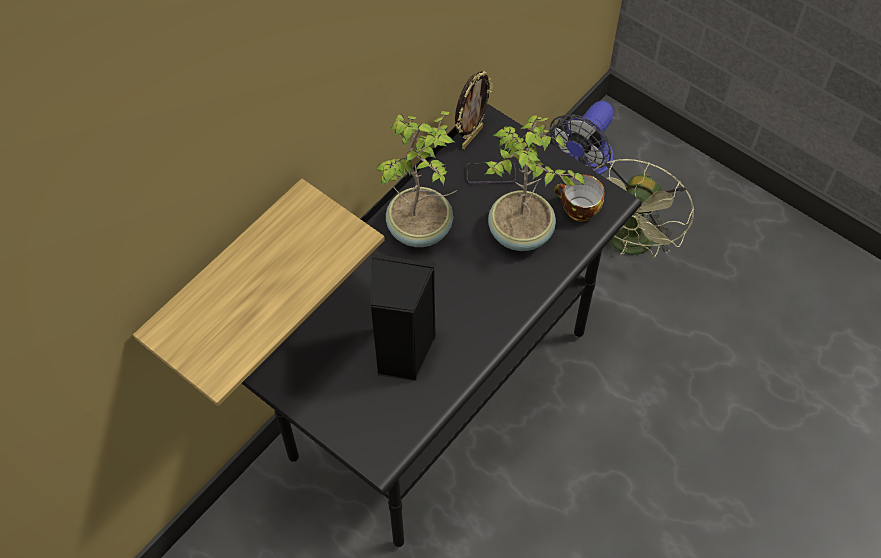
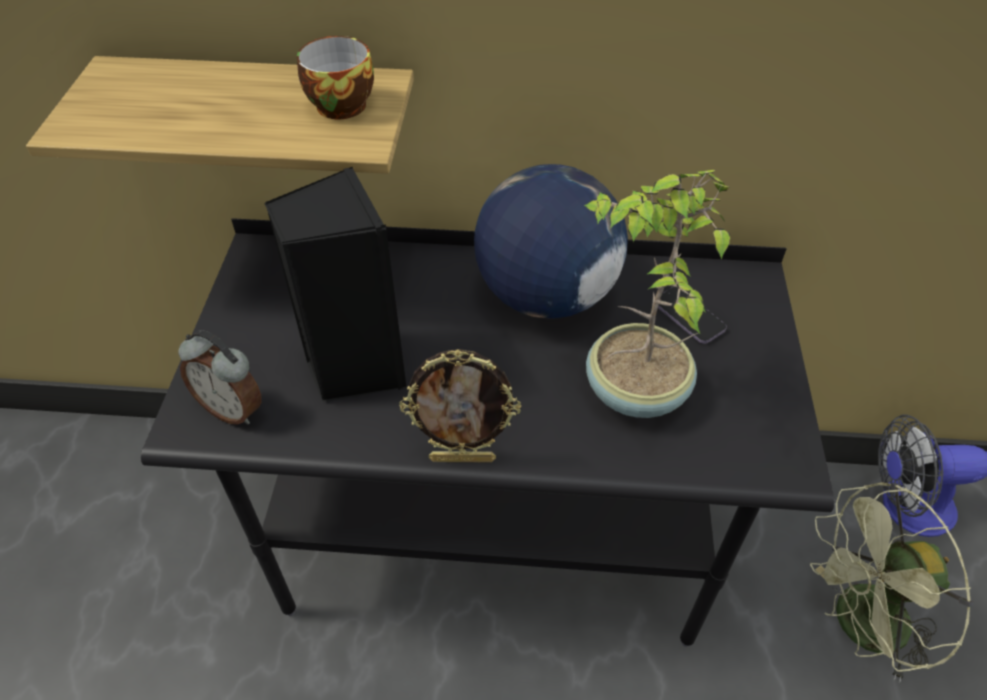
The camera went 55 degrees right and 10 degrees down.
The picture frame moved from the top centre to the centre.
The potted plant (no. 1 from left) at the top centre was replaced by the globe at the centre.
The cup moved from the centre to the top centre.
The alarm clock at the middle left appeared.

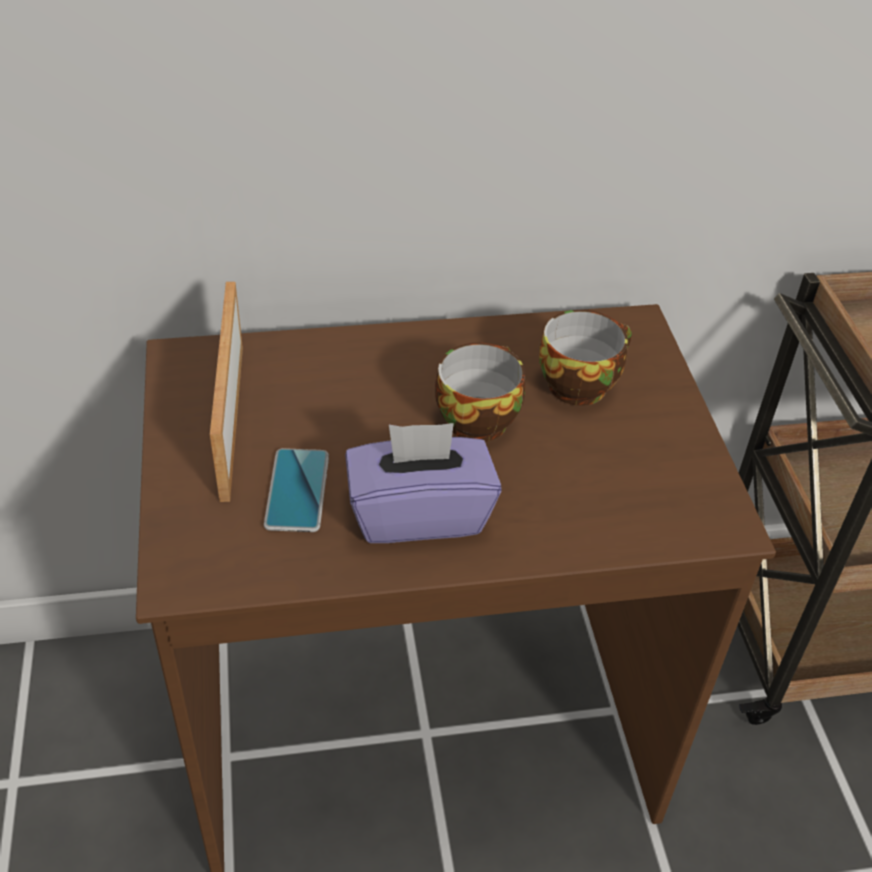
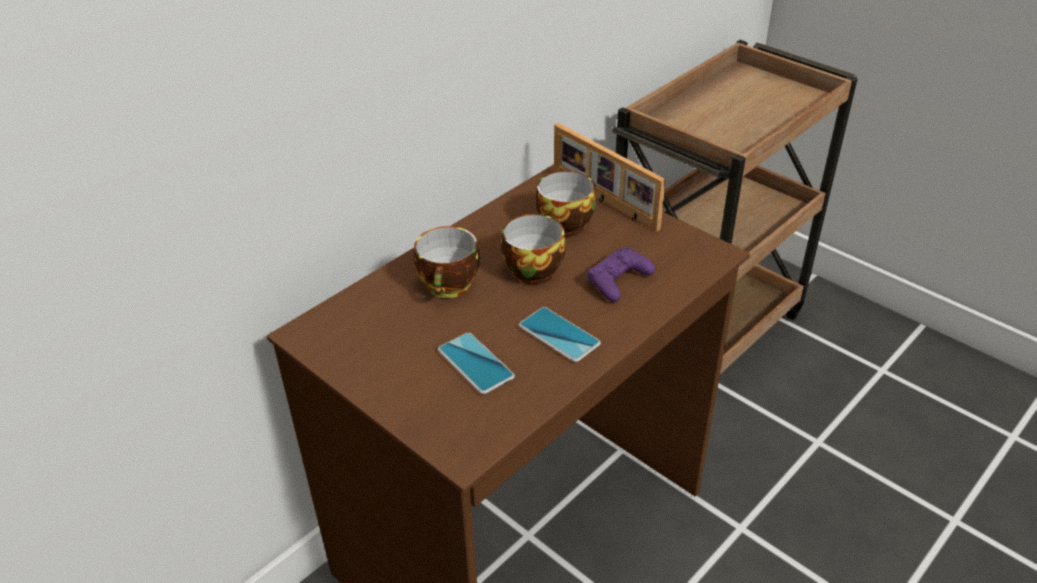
The camera went 35 degrees left and 5 degrees down.
The picture frame moved from the middle left to the top centre.
The purple tissue box at the centre was replaced by the phone (no. 2 from left) at the centre.
The cup (no. 1 from left) at the centre appeared.
The purple game controller at the centre appeared.

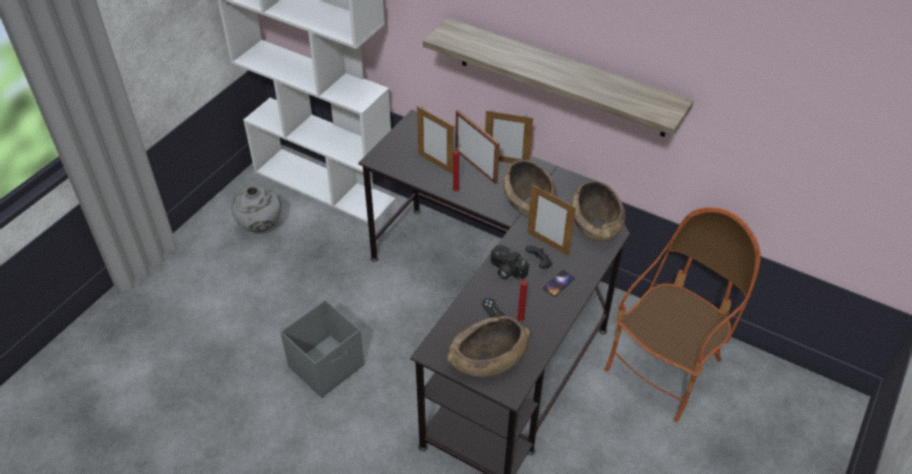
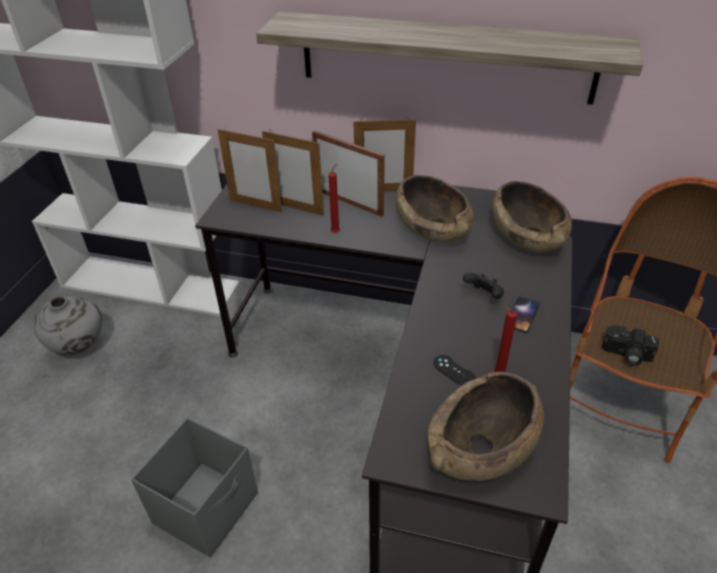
The camera went 15 degrees left and 5 degrees down.
The picture frame (no. 4 from left in the first image) moved from the centre to the top centre.
The photo camera moved from the centre to the middle right.

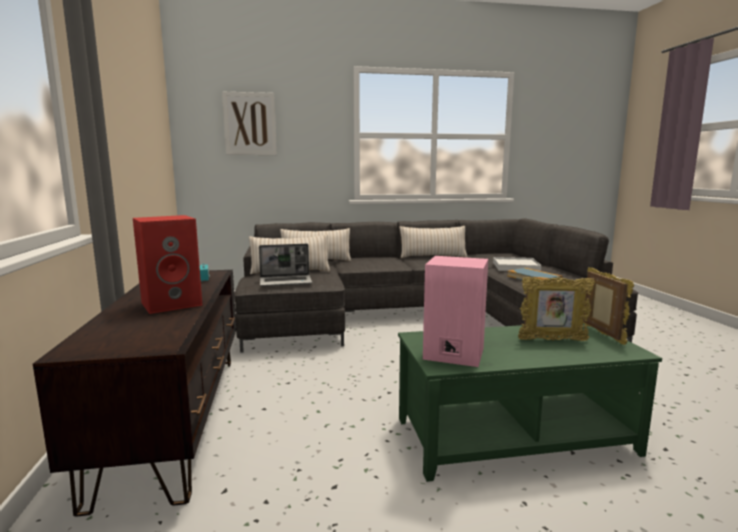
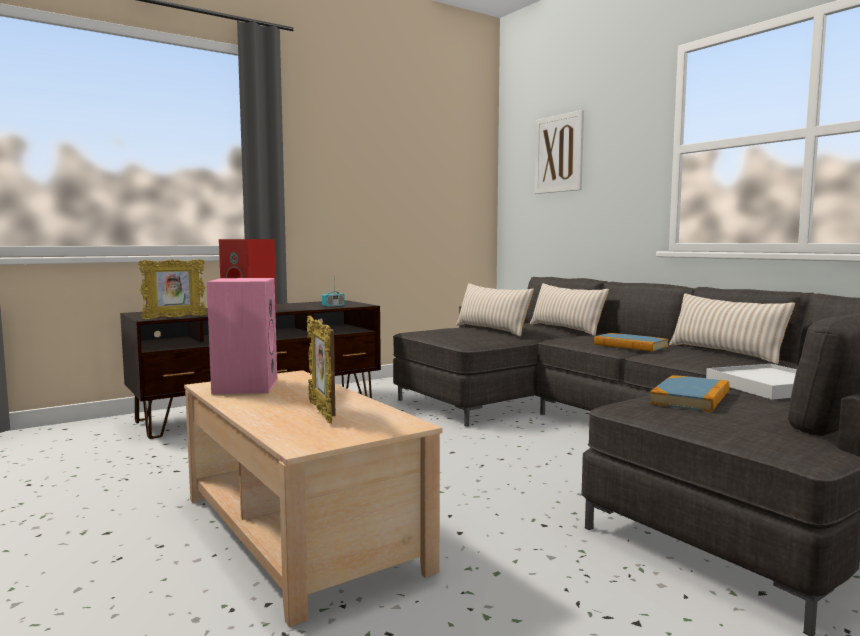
The camera went 65 degrees right and 5 degrees down.
The laptop at the centre disappeared.
The picture frame (no. 2 from left in the first image) moved from the middle right to the middle left.
The green coffee table at the bottom right became the beige coffee table at the bottom centre.
The book (no. 1 from left) at the middle right appeared.

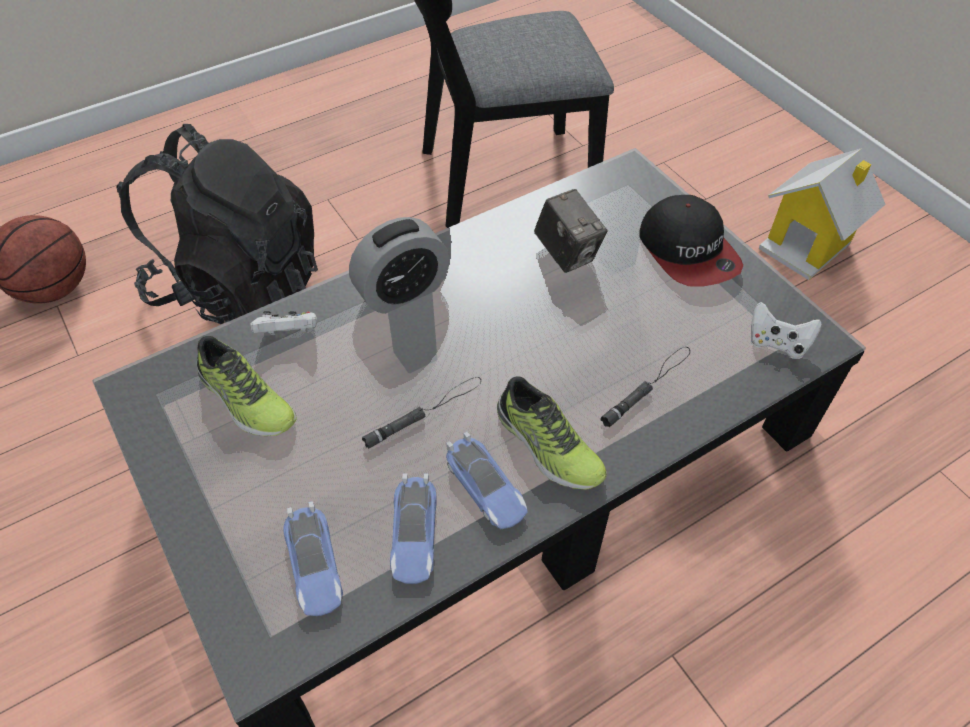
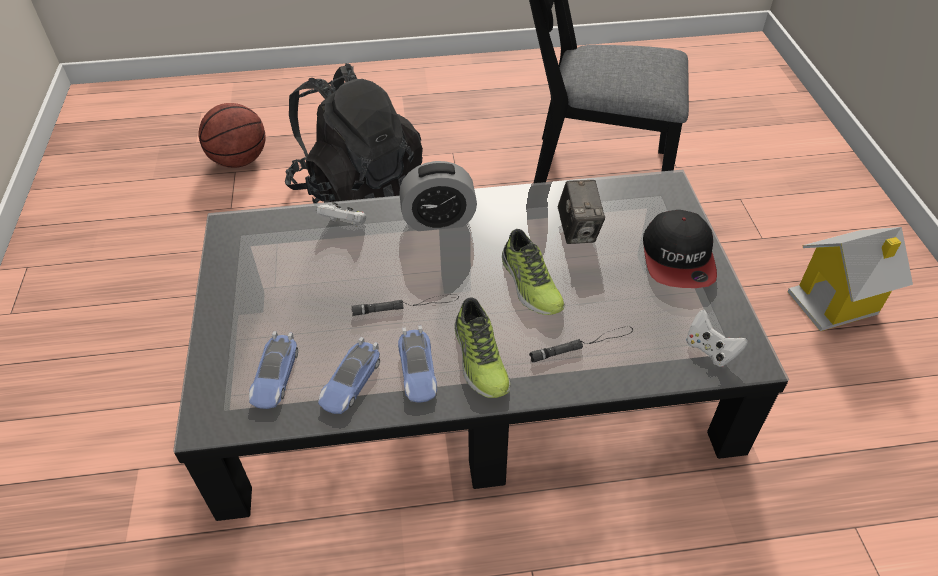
The camera went 25 degrees right and 5 degrees down.
The shoe (no. 1 from left in the first image) moved from the middle left to the centre.

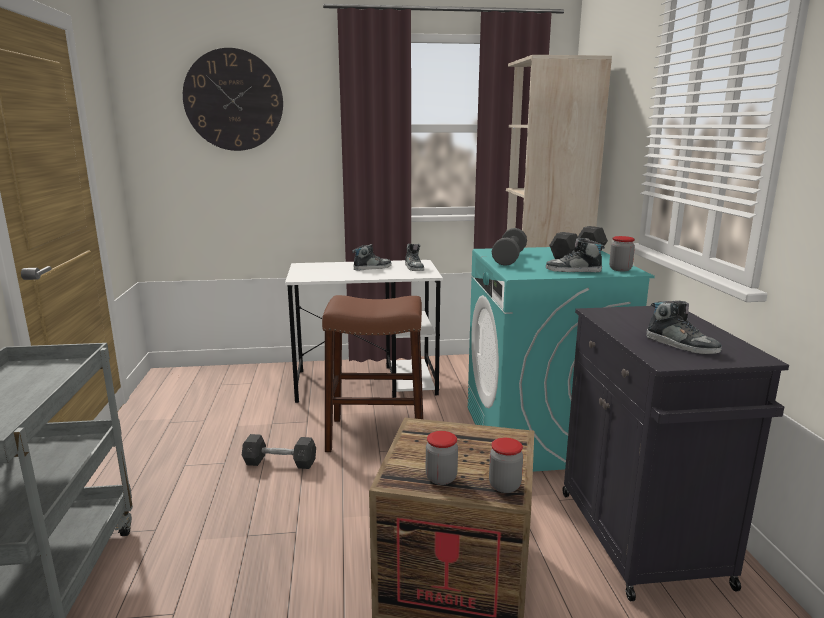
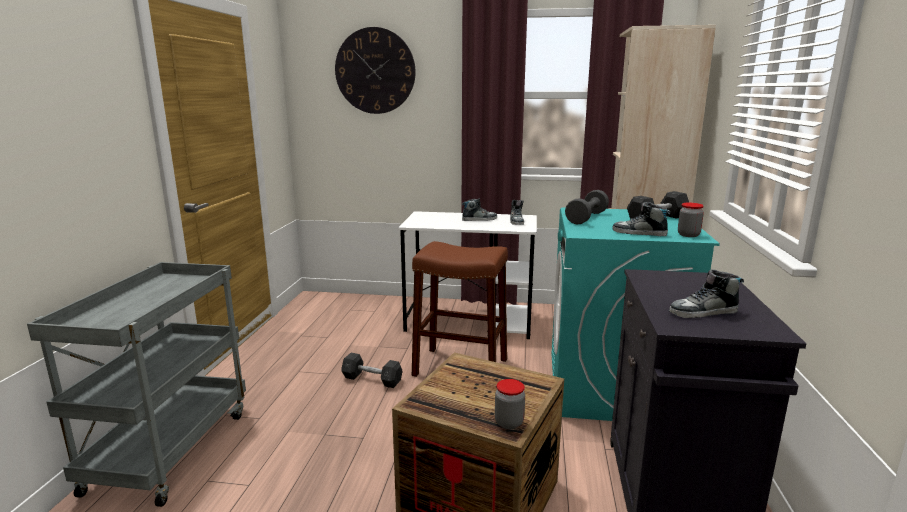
The camera went 15 degrees right and 0 degrees up.
The shoe (no. 4 from left) at the middle right turned 105 degrees clockwise.
The jar (no. 1 from left) at the bottom centre disappeared.

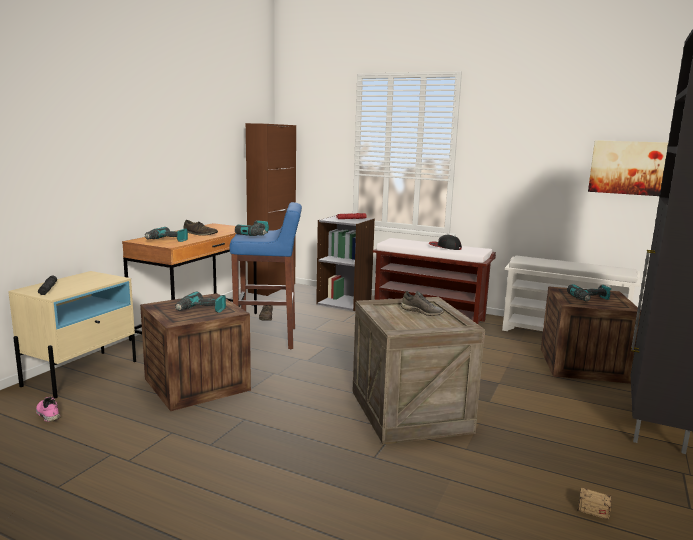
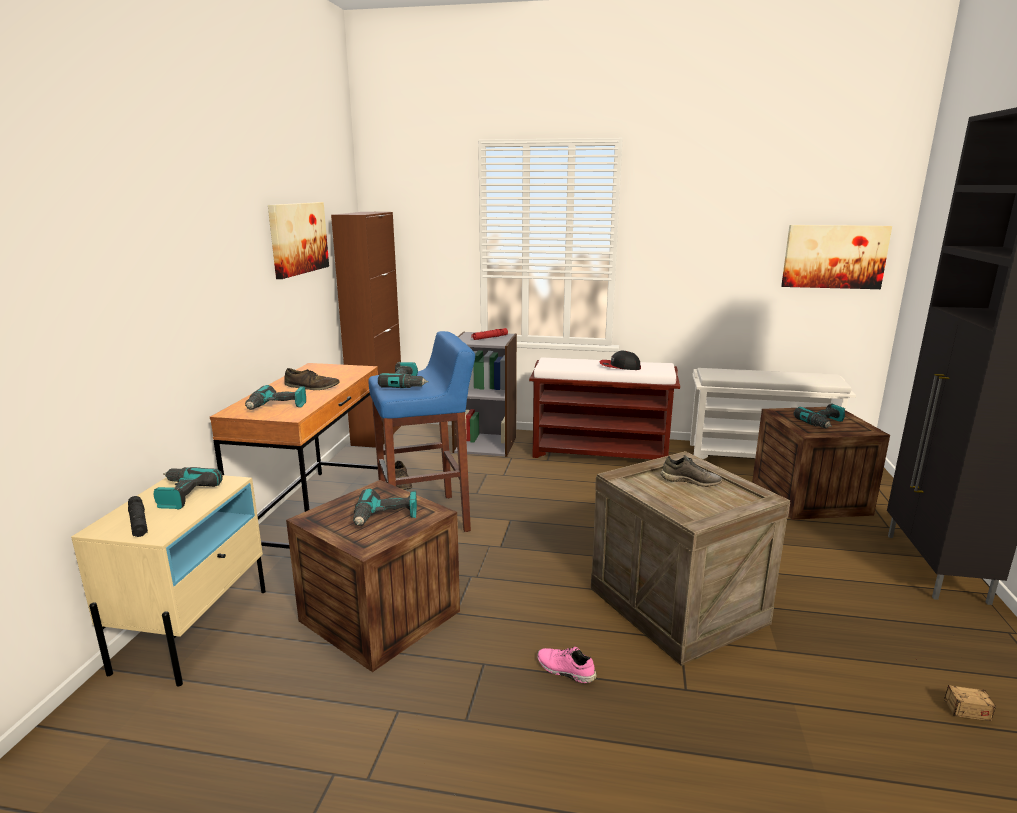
The camera went 15 degrees left and 5 degrees up.
The pink shoe moved from the bottom left to the bottom centre.
The picture (no. 1 from left) at the top left appeared.
The power drill (no. 1 from left) at the middle left appeared.

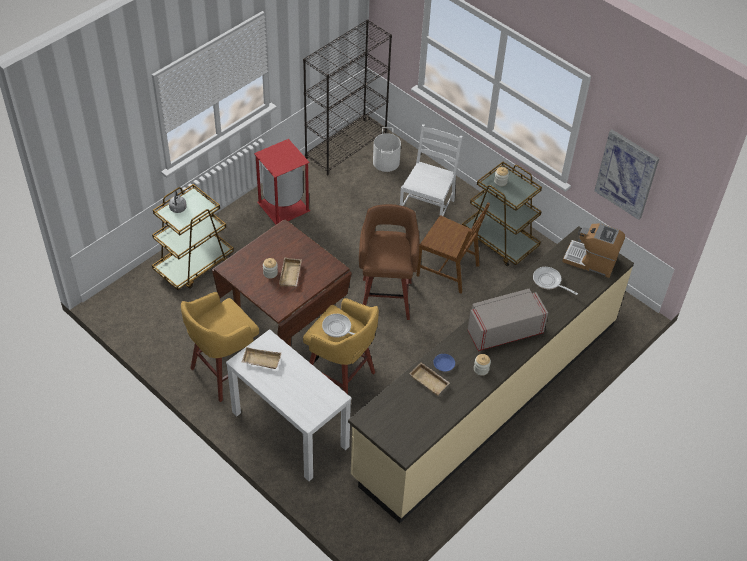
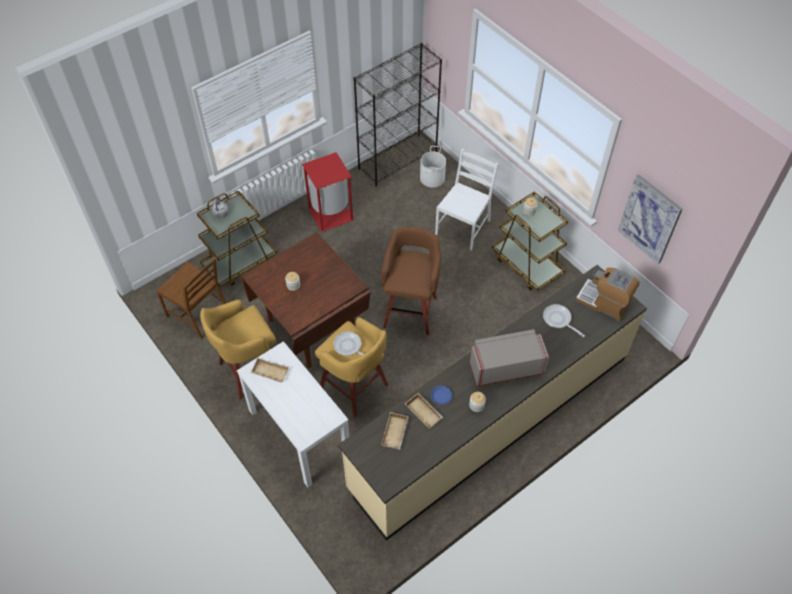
The camera went 10 degrees right and 5 degrees up.
The brown chair moved from the centre to the middle left.
The beige tray (no. 2 from left) moved from the centre to the bottom centre.

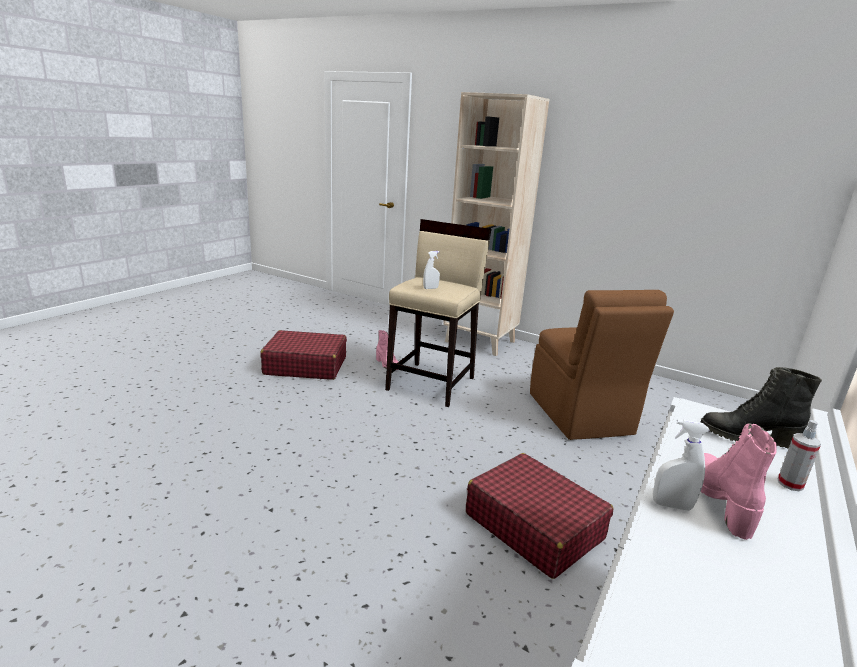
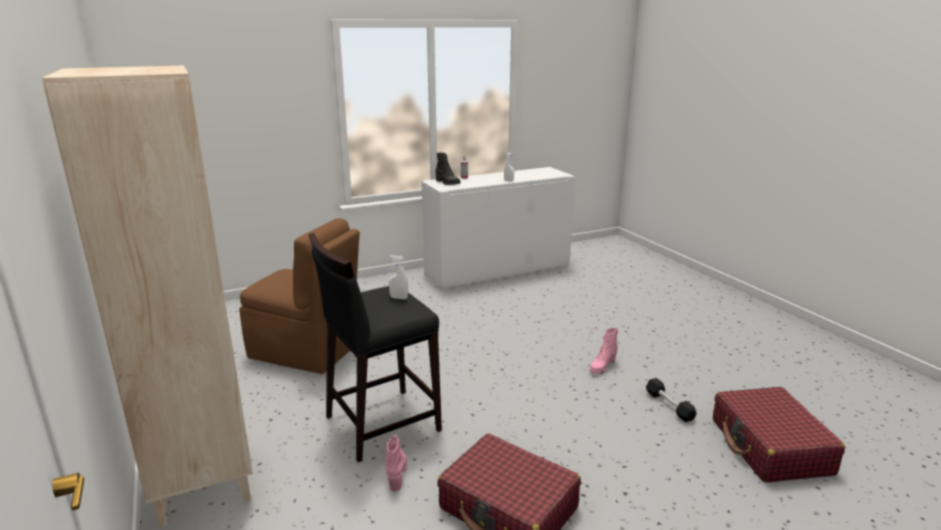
The camera went 145 degrees left and 0 degrees up.
The beige stool at the centre became the black stool at the centre.
The brown chair at the middle right turned 90 degrees clockwise.
The pink boot (no. 2 from left) moved from the bottom right to the centre.
The red suitcase (no. 2 from left) moved from the bottom centre to the bottom right.
The black dumbbell at the bottom right appeared.

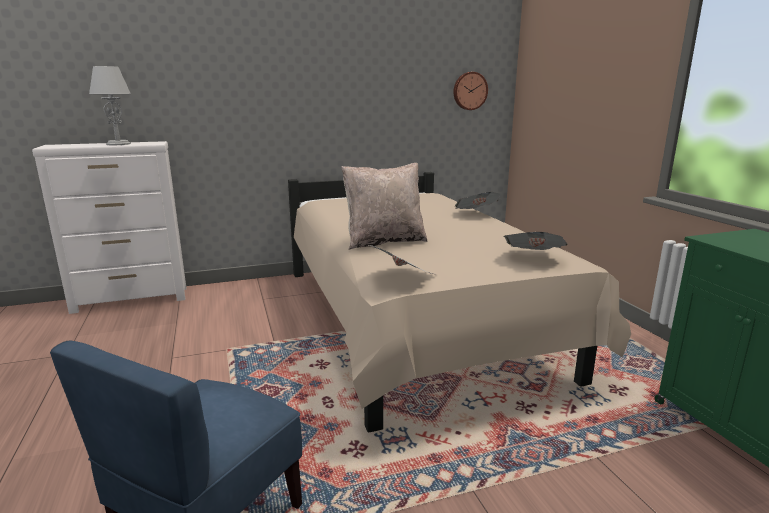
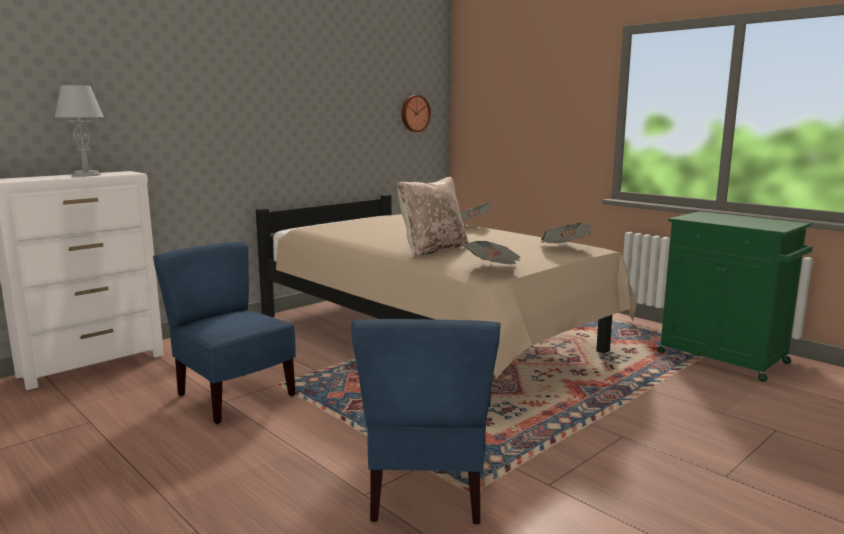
The camera went 25 degrees left and 5 degrees down.
The blue chair (no. 1 from left) at the middle left appeared.

